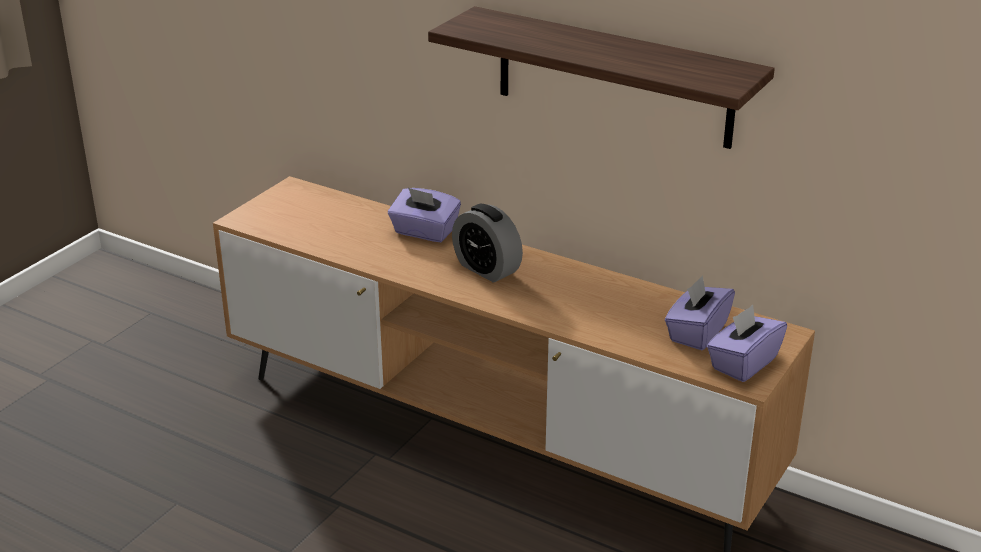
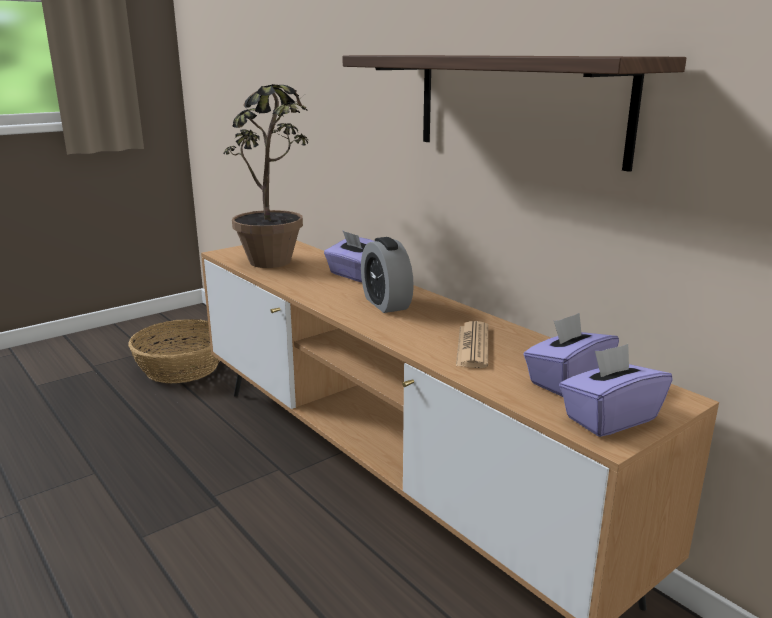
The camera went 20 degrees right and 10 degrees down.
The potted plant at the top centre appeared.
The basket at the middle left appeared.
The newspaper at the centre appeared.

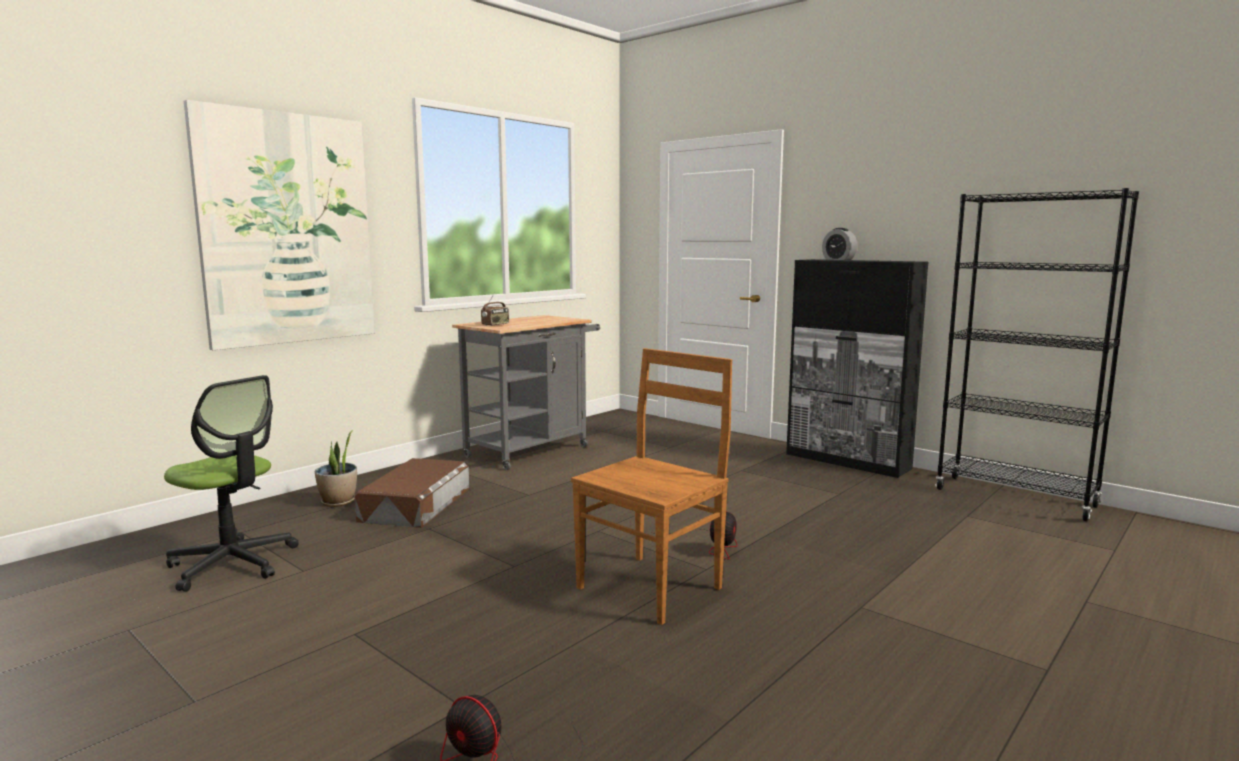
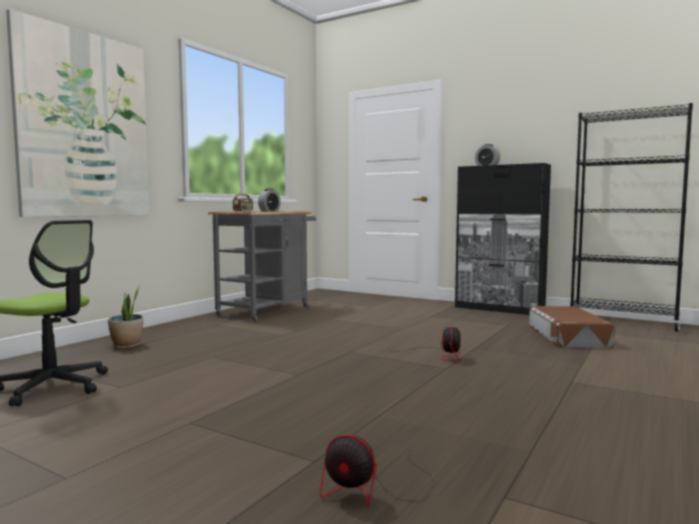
The camera went 10 degrees left and 5 degrees down.
The brown chair at the centre disappeared.
The brown storage box moved from the middle left to the middle right.
The alarm clock (no. 1 from left) at the centre appeared.

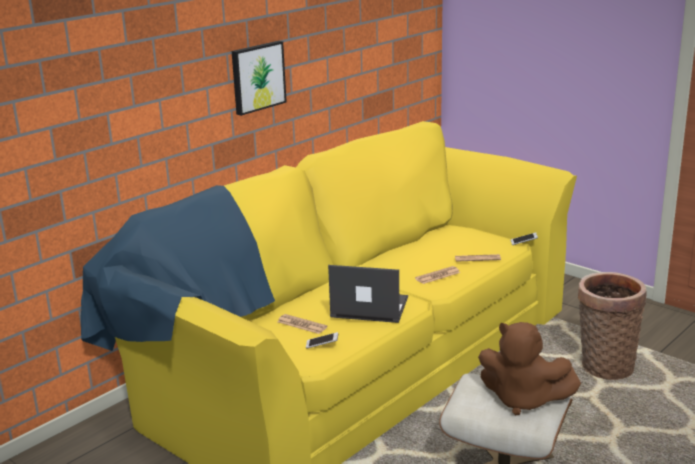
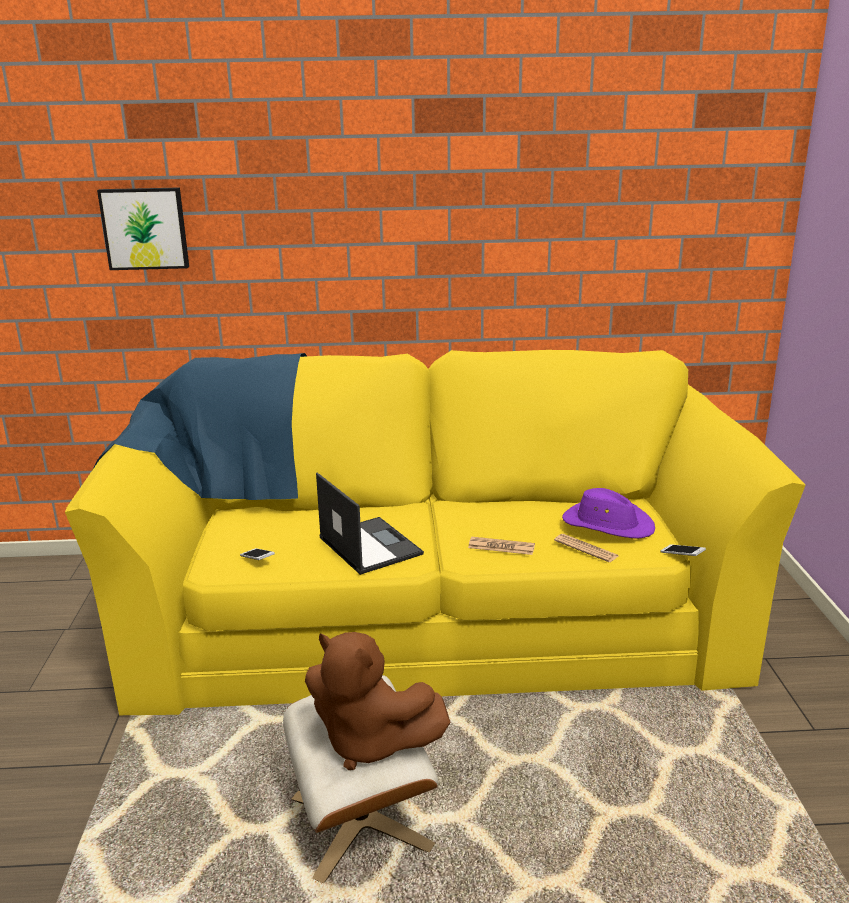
The camera went 45 degrees right and 0 degrees up.
The picture moved from the top centre to the top left.
The basket at the bottom right disappeared.
The newspaper (no. 1 from left) at the bottom centre disappeared.
The brown plush toy at the bottom right turned 45 degrees counterclockwise.
The purple hat at the middle right appeared.

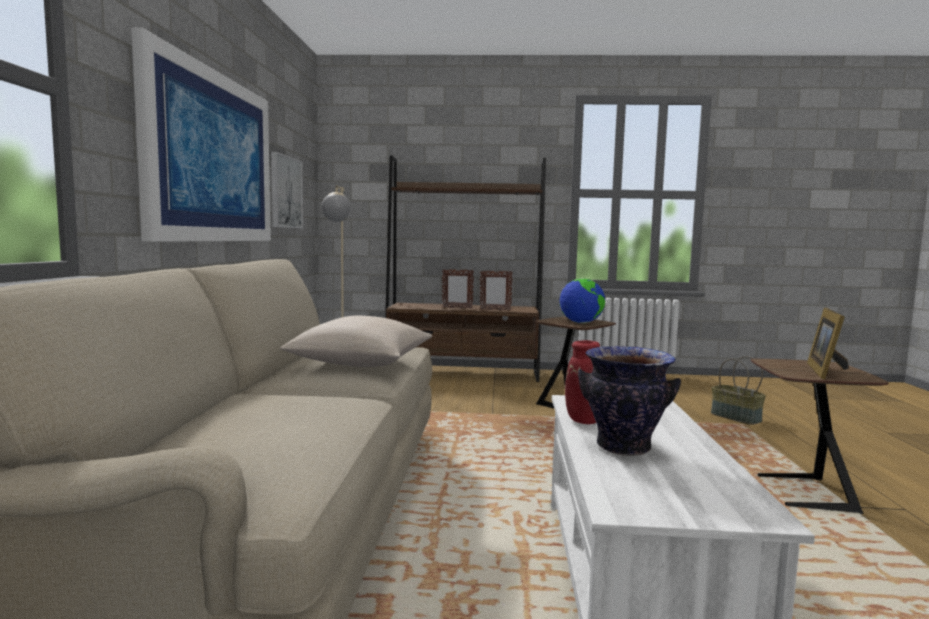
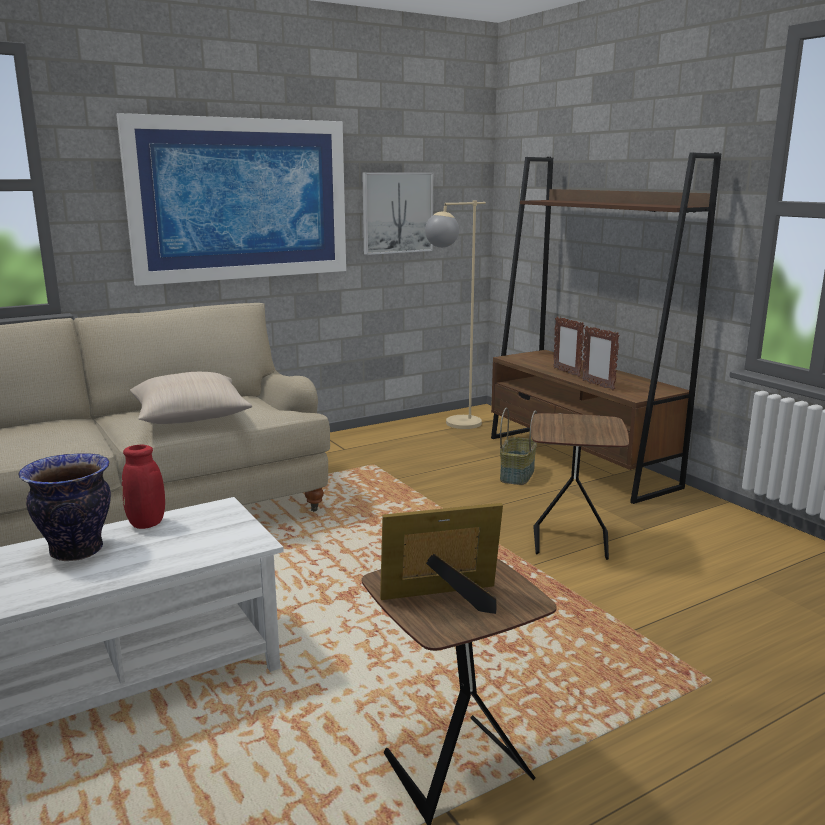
The camera went 55 degrees right and 10 degrees up.
The globe at the centre disappeared.
The basket moved from the middle right to the centre.

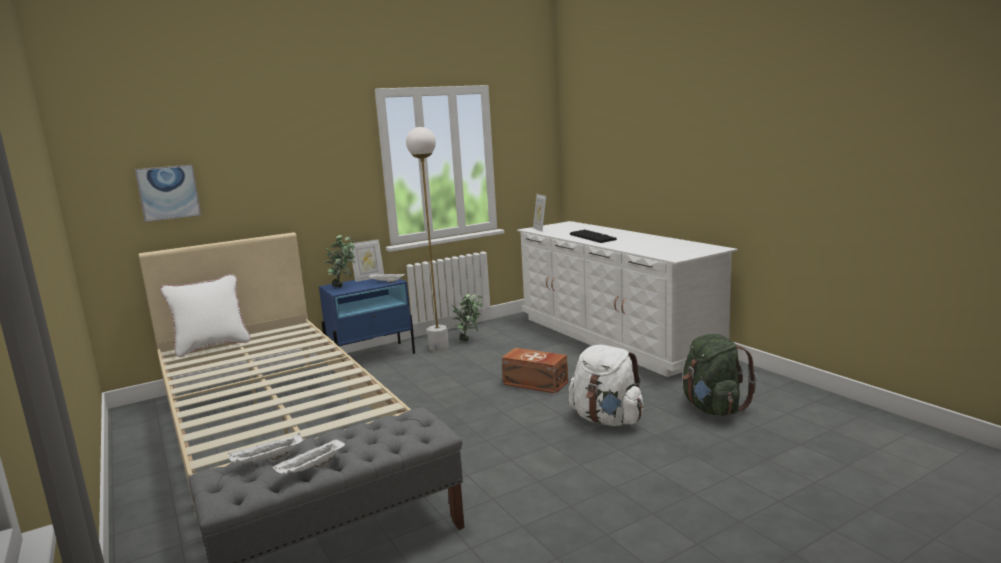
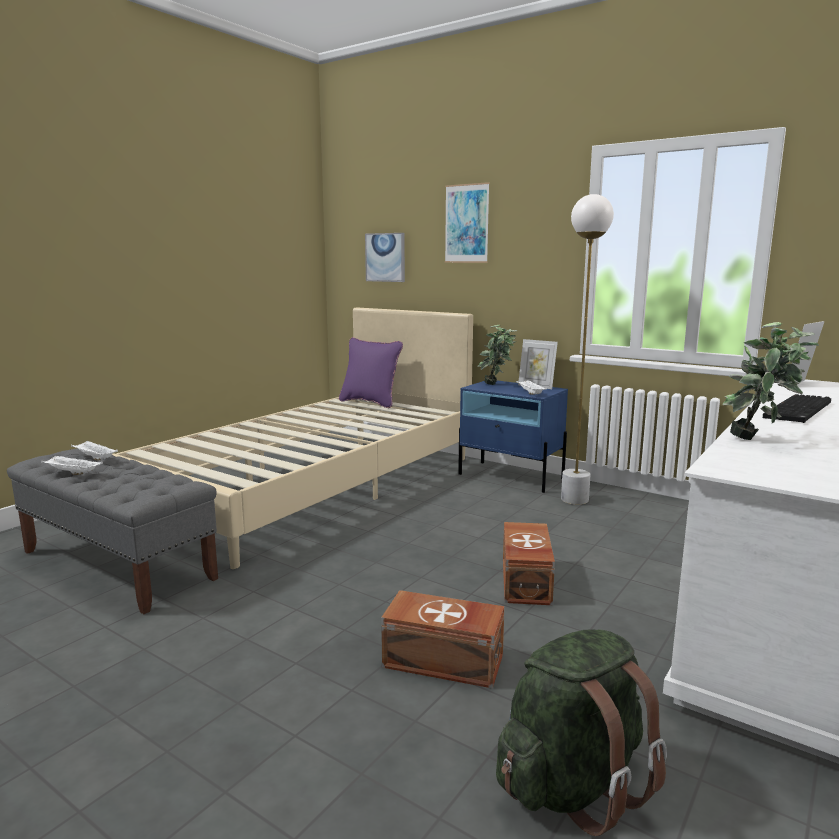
The camera went 65 degrees right and 0 degrees up.
The white pillow at the middle left became the purple pillow at the centre.
The potted plant (no. 2 from left) moved from the centre to the middle right.
The white backpack at the bottom centre was replaced by the brown storage box (no. 1 from left) at the bottom centre.
The picture (no. 2 from left) at the top centre appeared.

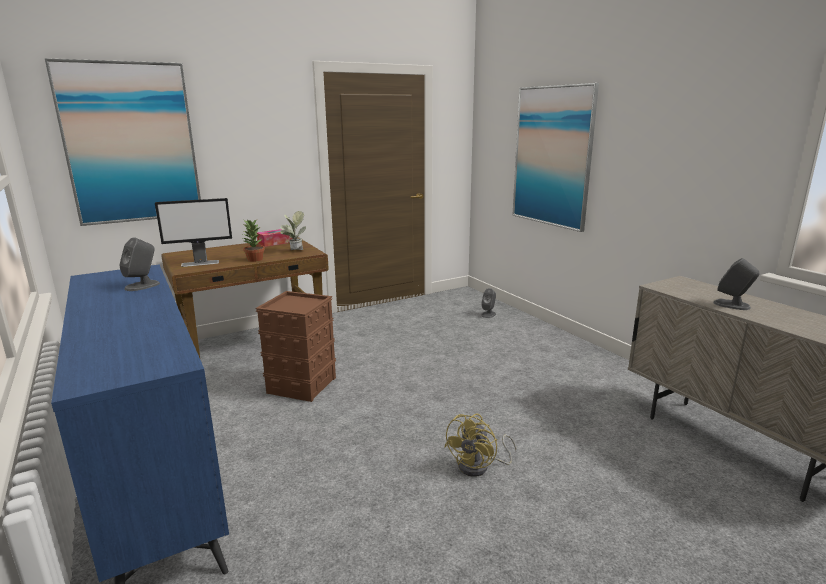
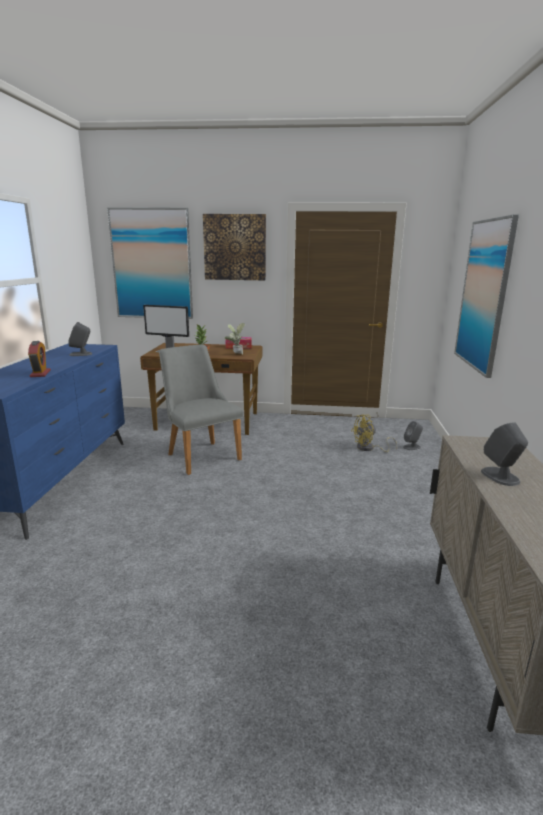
The camera went 35 degrees right and 0 degrees up.
The brown storage box at the centre was replaced by the grey chair at the centre.
The yellow fan moved from the bottom centre to the middle right.
The picture (no. 2 from left) at the top centre appeared.
The alarm clock at the middle left appeared.

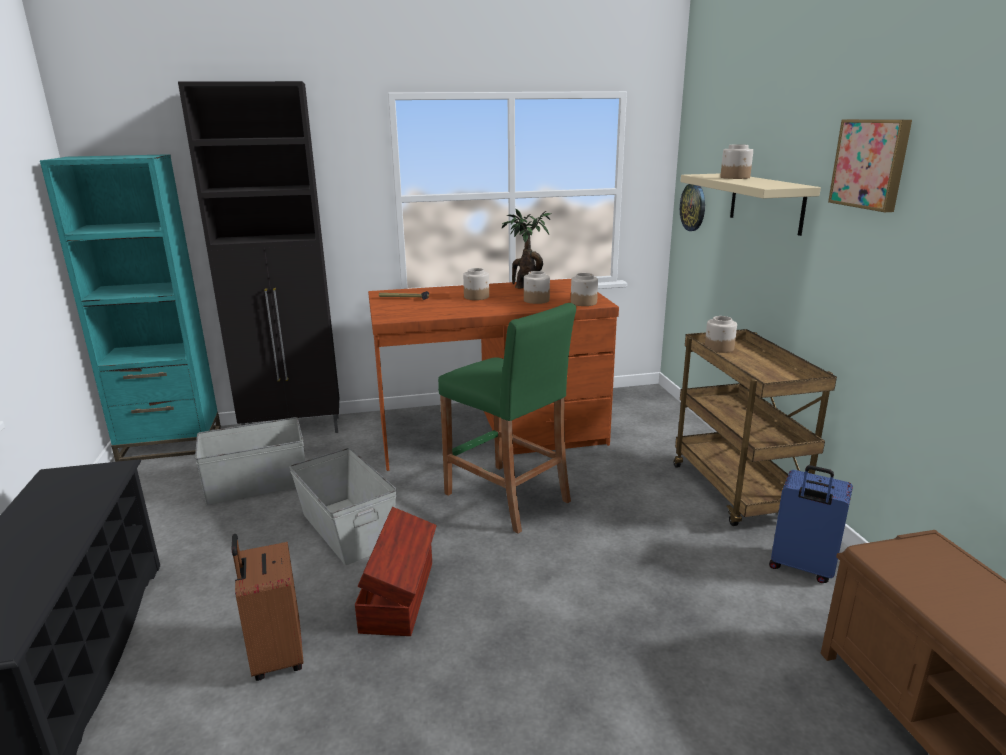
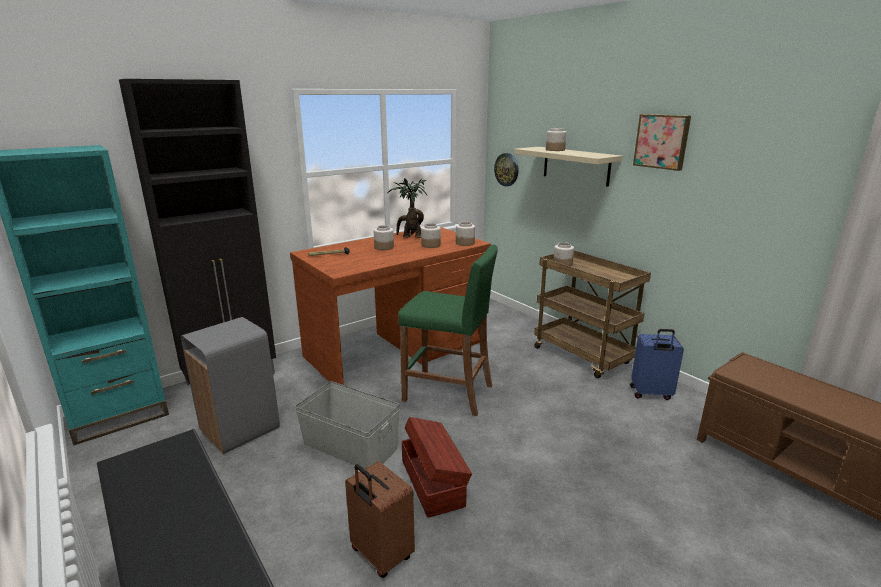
The camera went 25 degrees left and 0 degrees up.
The grey storage box (no. 1 from left) at the middle left was replaced by the grey trash can at the middle left.

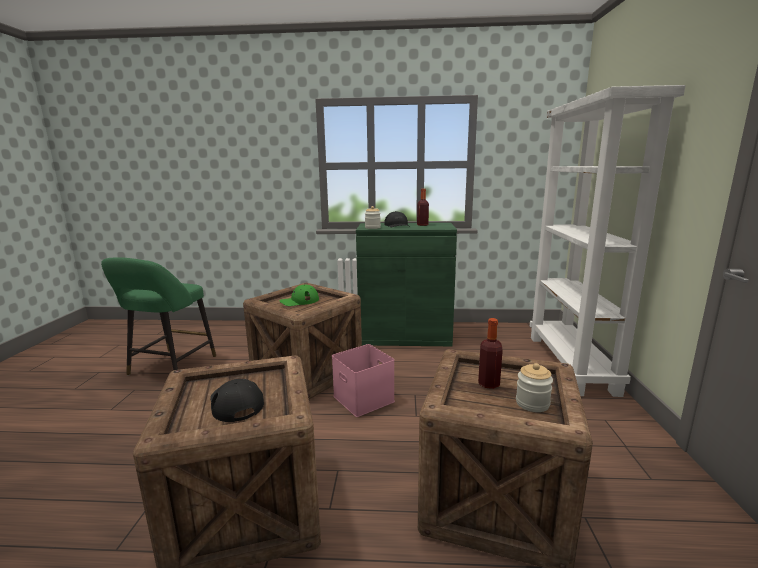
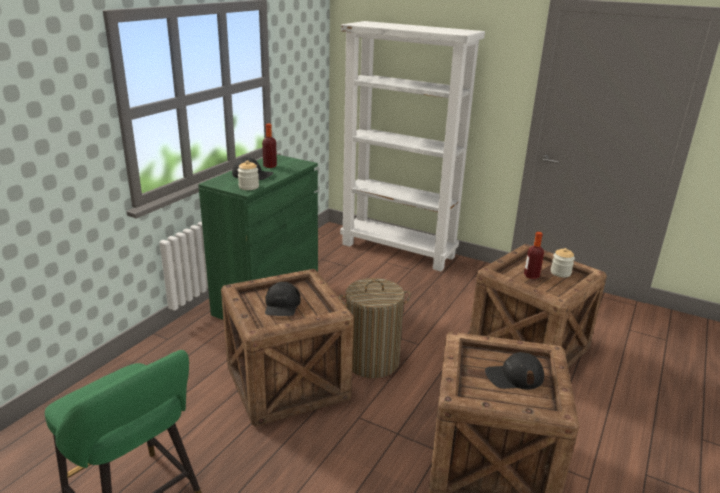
The camera went 65 degrees left and 10 degrees up.
The green cap at the centre became the black cap (no. 2 from left) at the centre.
The pink storage box at the bottom centre was replaced by the laundry basket at the centre.

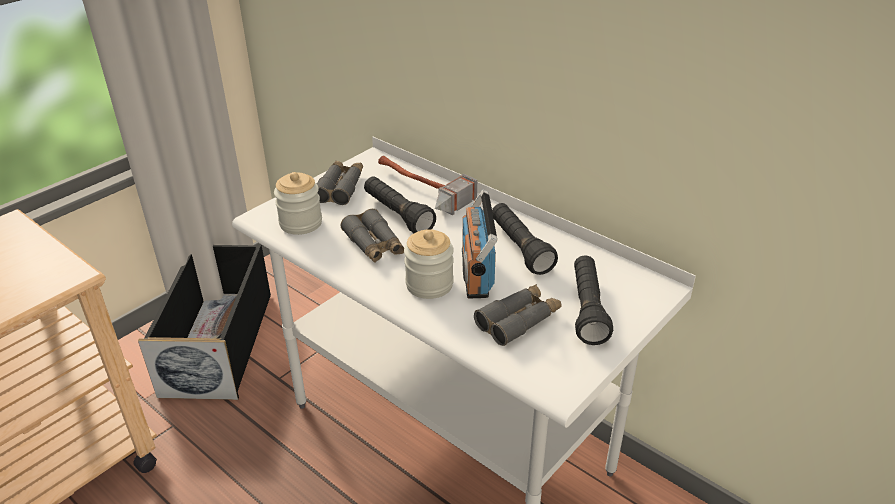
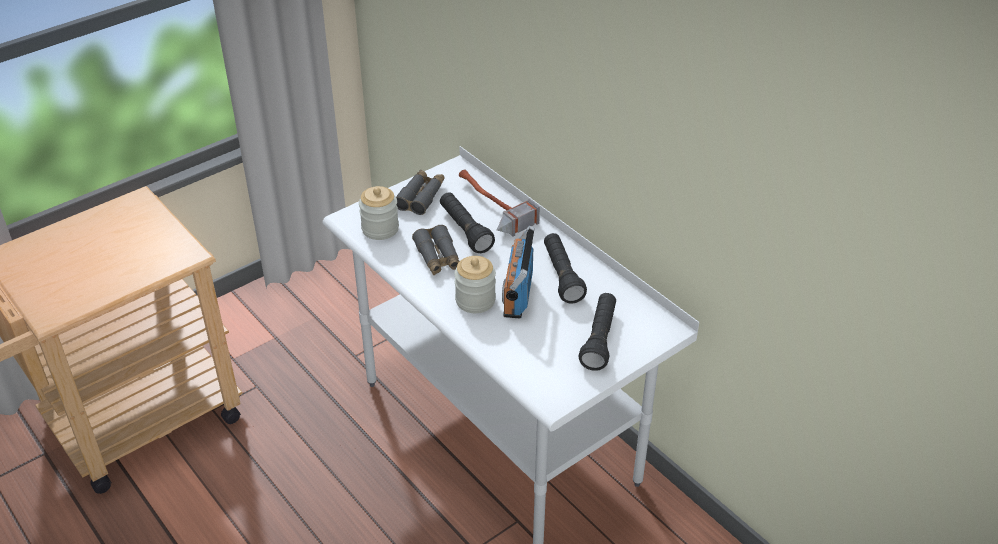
The camera went 10 degrees right and 5 degrees up.
The black storage box at the middle left disappeared.
The grey binoculars (no. 3 from left) at the centre disappeared.

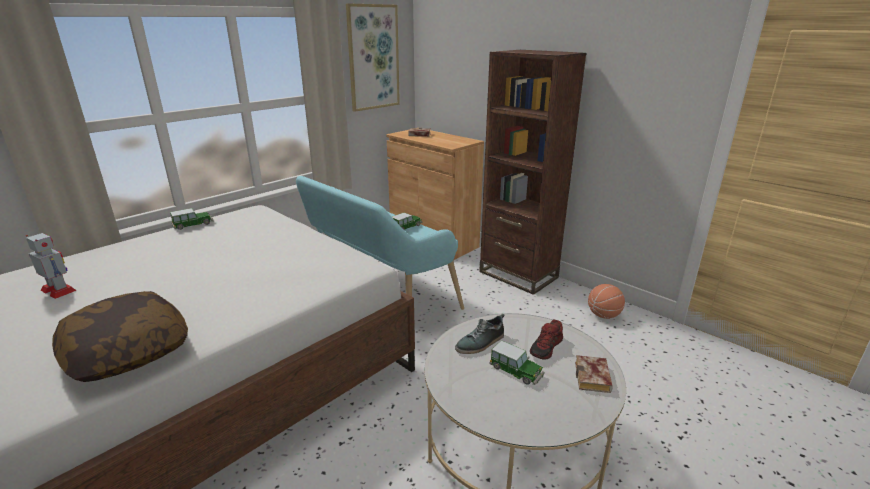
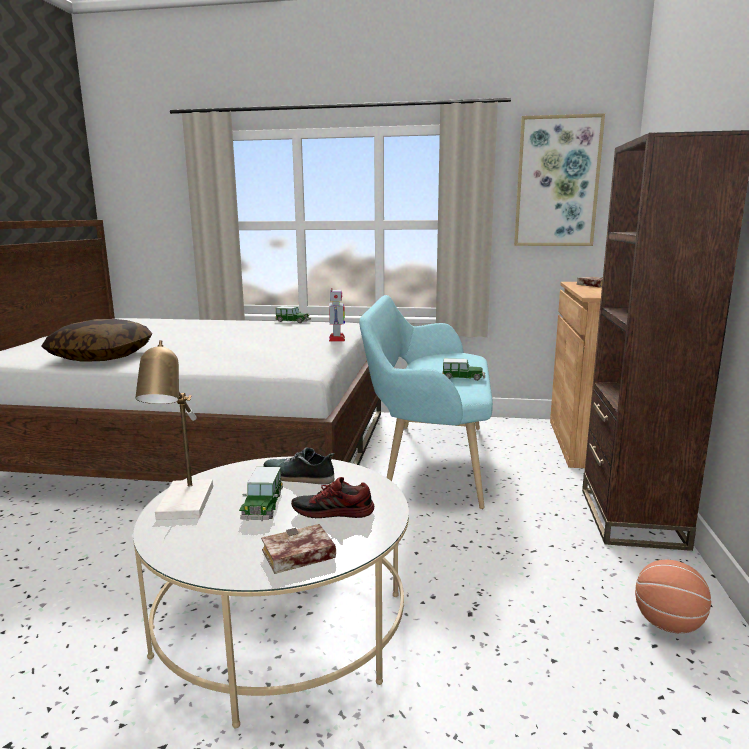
The camera went 55 degrees right and 10 degrees down.
The toy robot moved from the middle left to the centre.
The table lamp at the middle left appeared.

